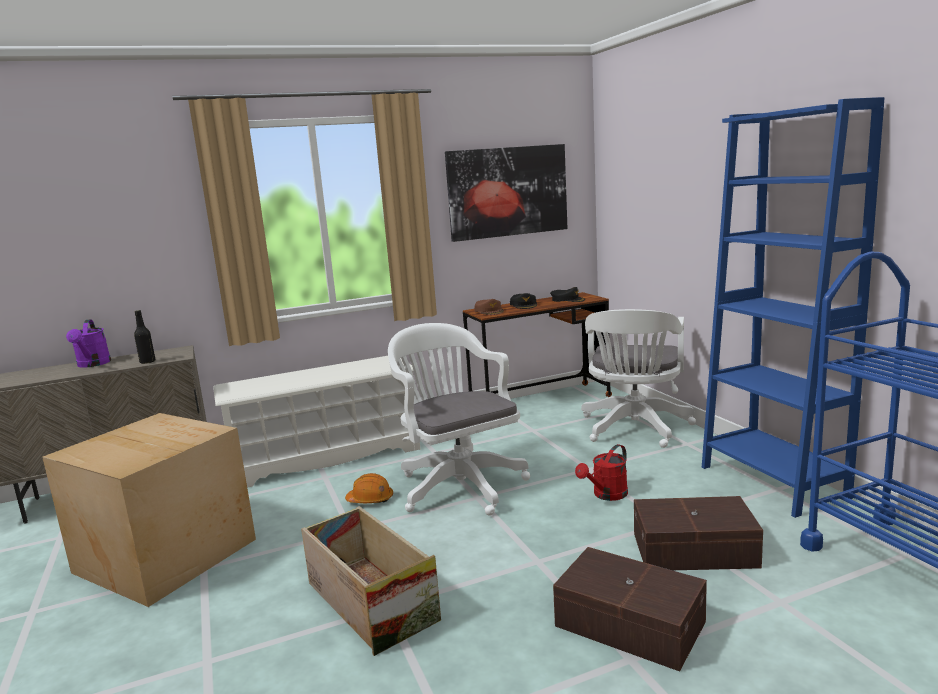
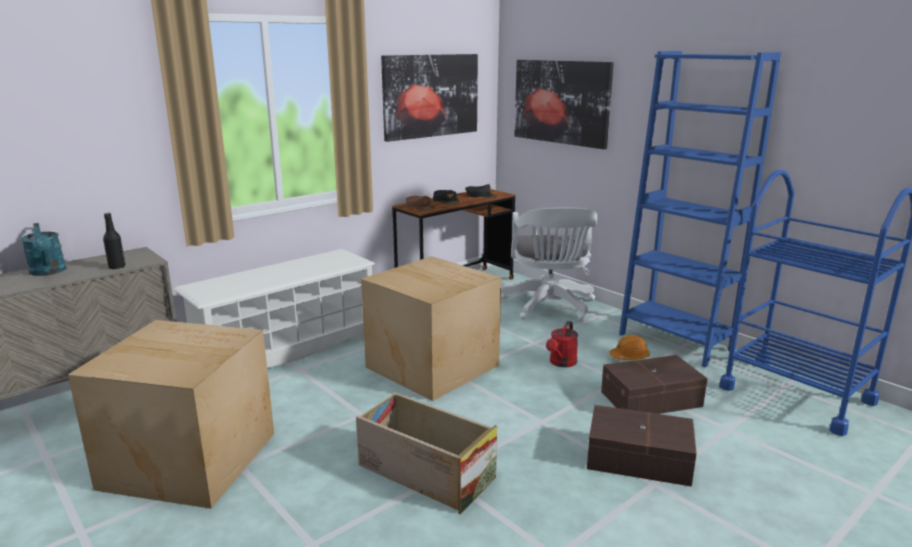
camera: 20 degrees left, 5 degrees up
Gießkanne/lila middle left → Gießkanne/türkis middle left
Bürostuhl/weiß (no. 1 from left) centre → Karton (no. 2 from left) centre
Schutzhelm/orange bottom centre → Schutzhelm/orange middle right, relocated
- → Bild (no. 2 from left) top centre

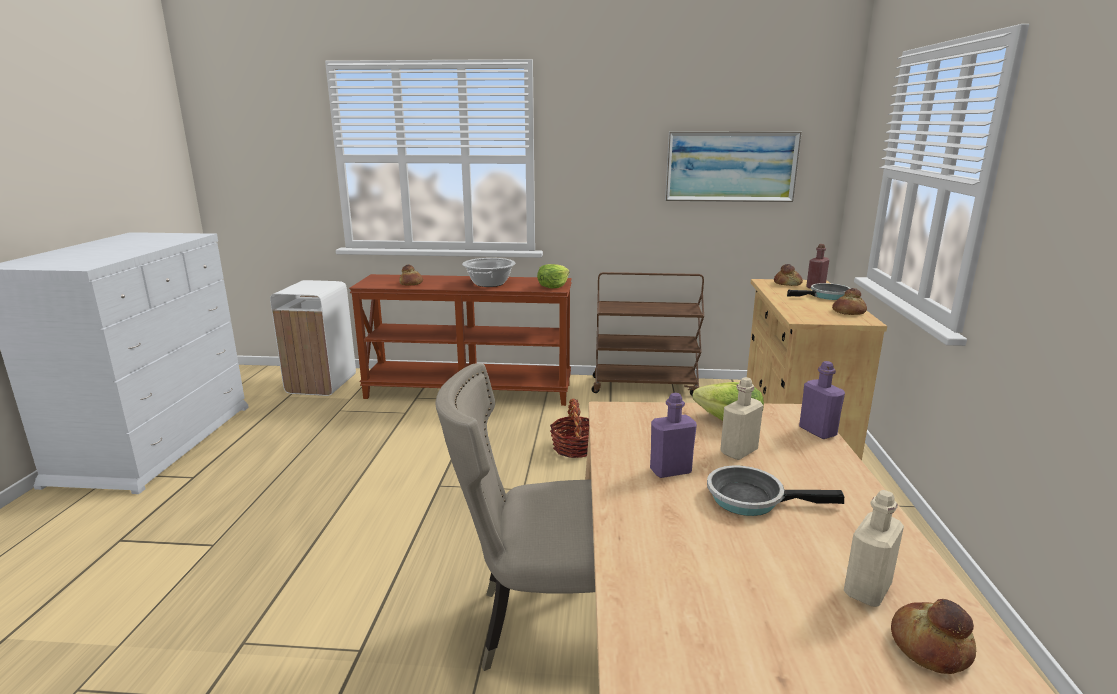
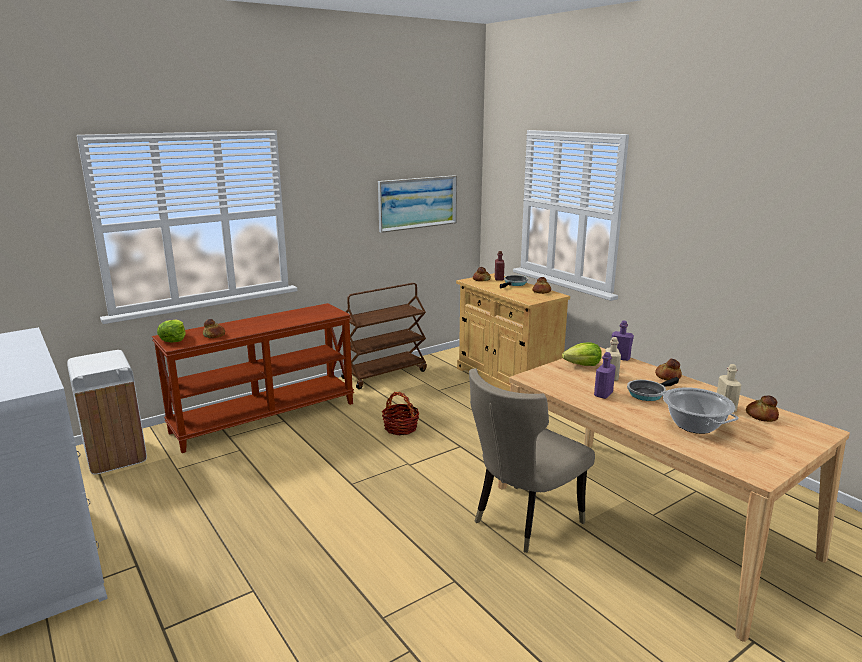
camera: 40 degrees left, 0 degrees up
Kochtopf centre → Kochtopf middle right, relocated
Salatkopf (no. 1 from left) centre → Salatkopf (no. 1 from left) middle left, relocated
- → Brot (no. 4 from left) middle right

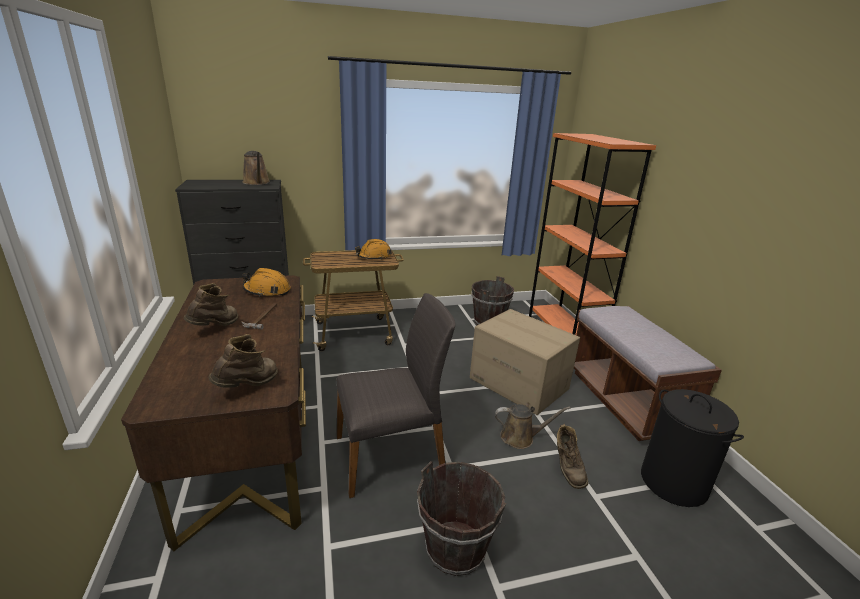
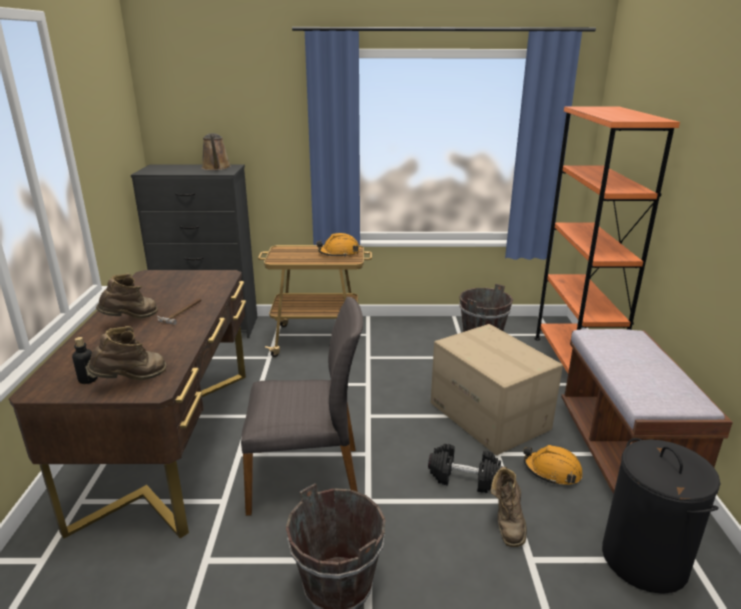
camera: 15 degrees right, 0 degrees up
Schutzhelm/orange (no. 1 from left in the first image) middle left → Schutzhelm/orange (no. 2 from left) bottom right, relocated
Gießkanne/braun (no. 2 from left) bottom centre → Hantel/schwarz bottom centre
- → Flasche middle left

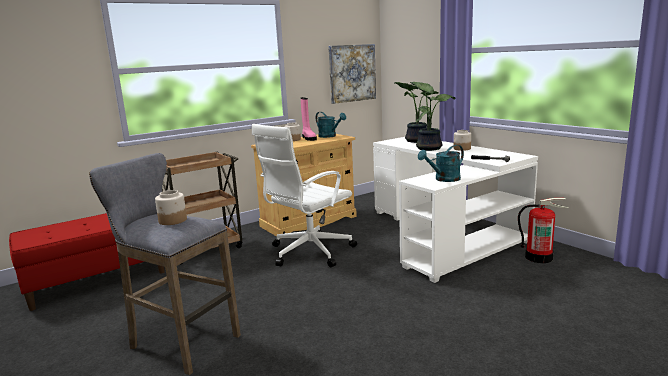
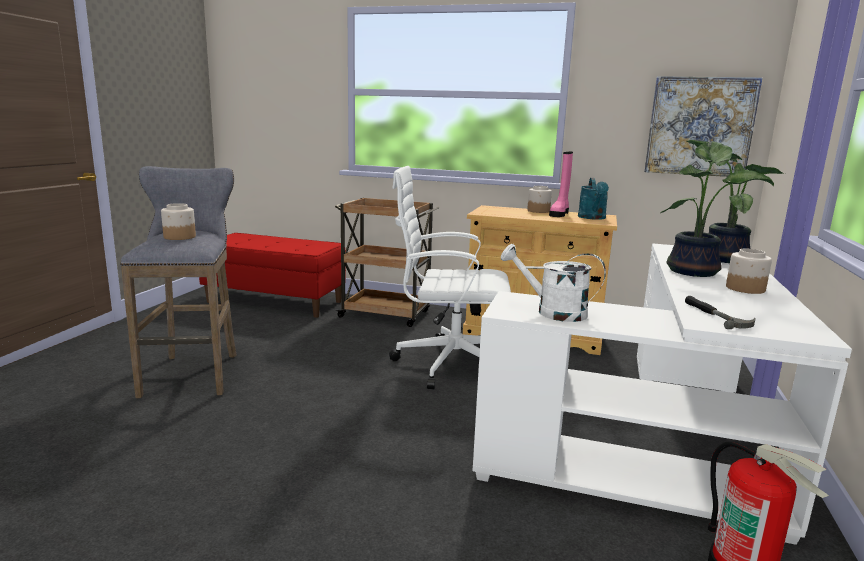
camera: 50 degrees right, 0 degrees up
Gießkanne/türkis (no. 2 from left) centre → Gießkanne/weiß centre

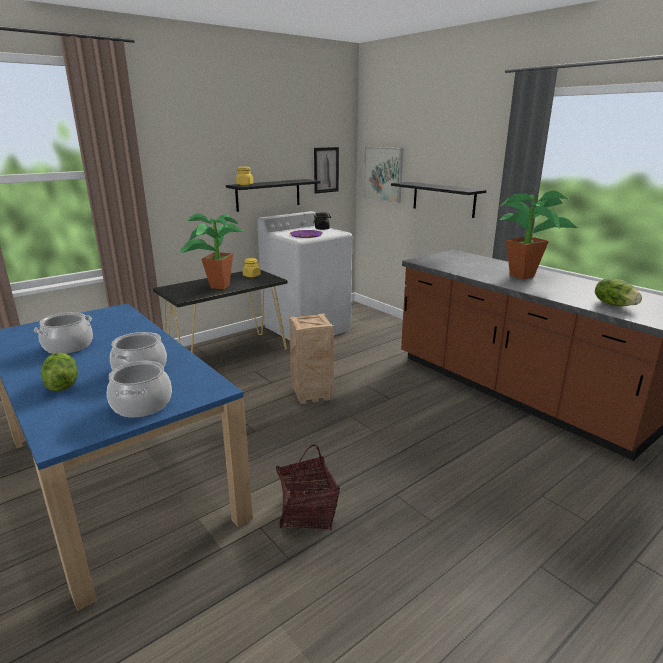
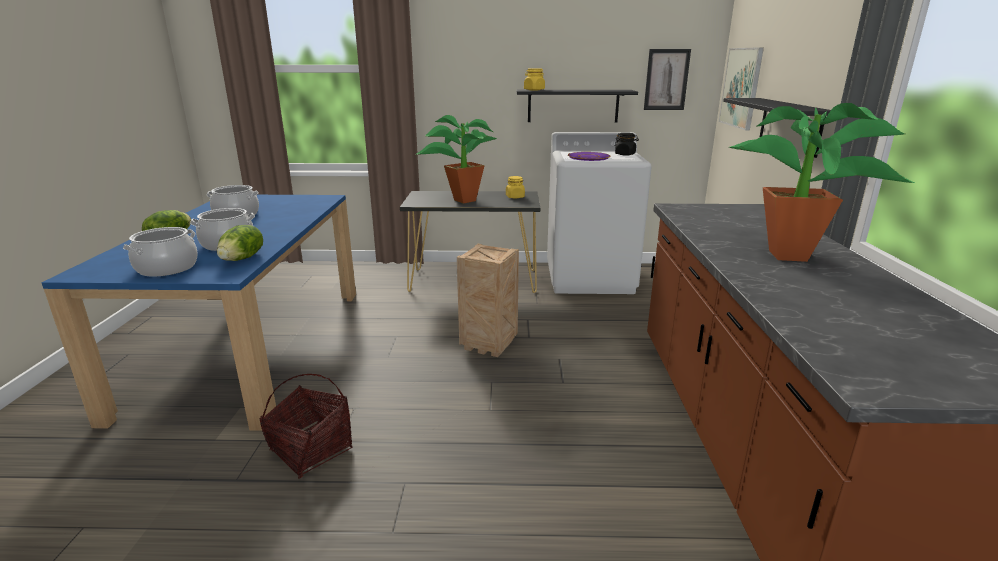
camera: 40 degrees right, 0 degrees up
Salatkopf (no. 2 from left) middle right → Salatkopf (no. 2 from left) middle left, relocated

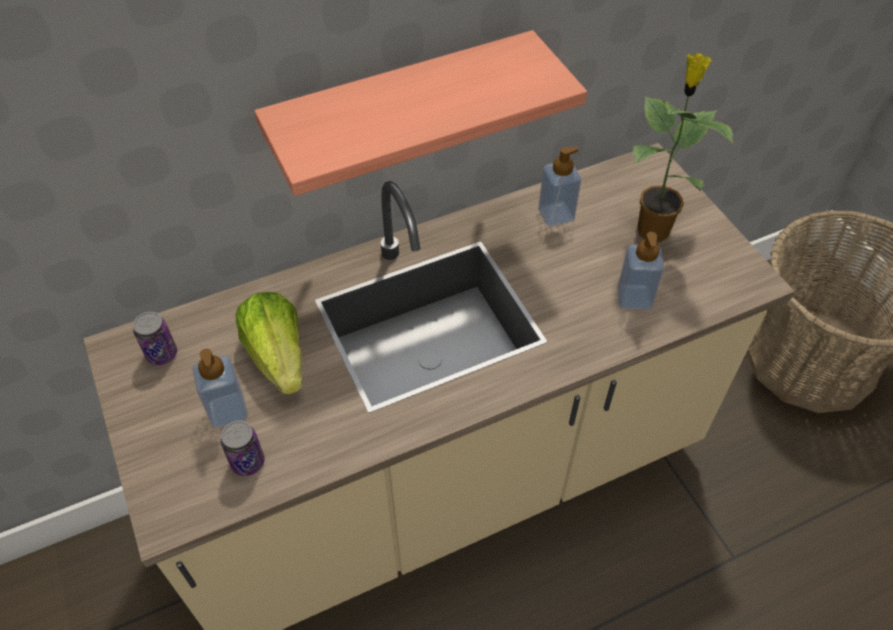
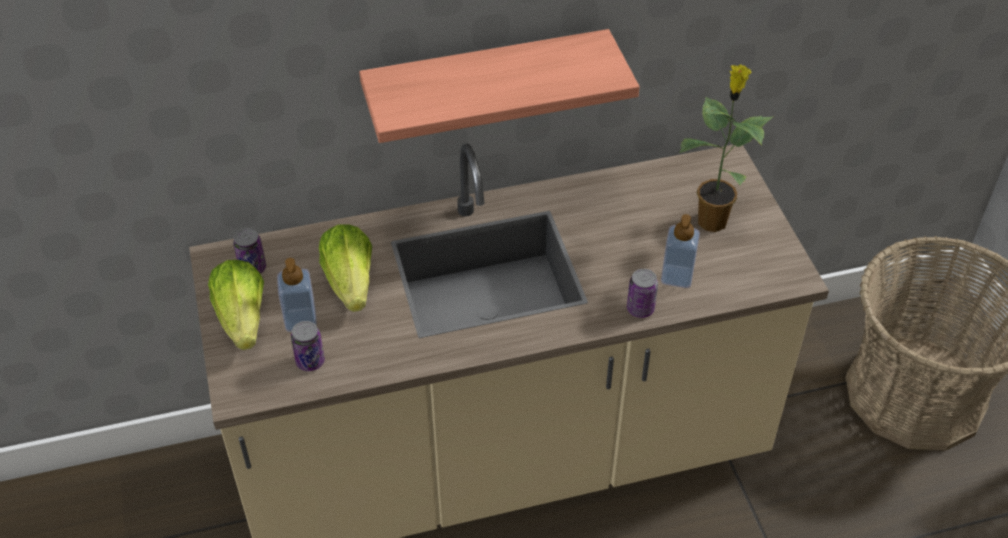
camera: 10 degrees right, 5 degrees down
Seifenspender (no. 2 from left) top centre → -
- → Salatkopf (no. 1 from left) middle left
- → Dose (no. 3 from left) centre

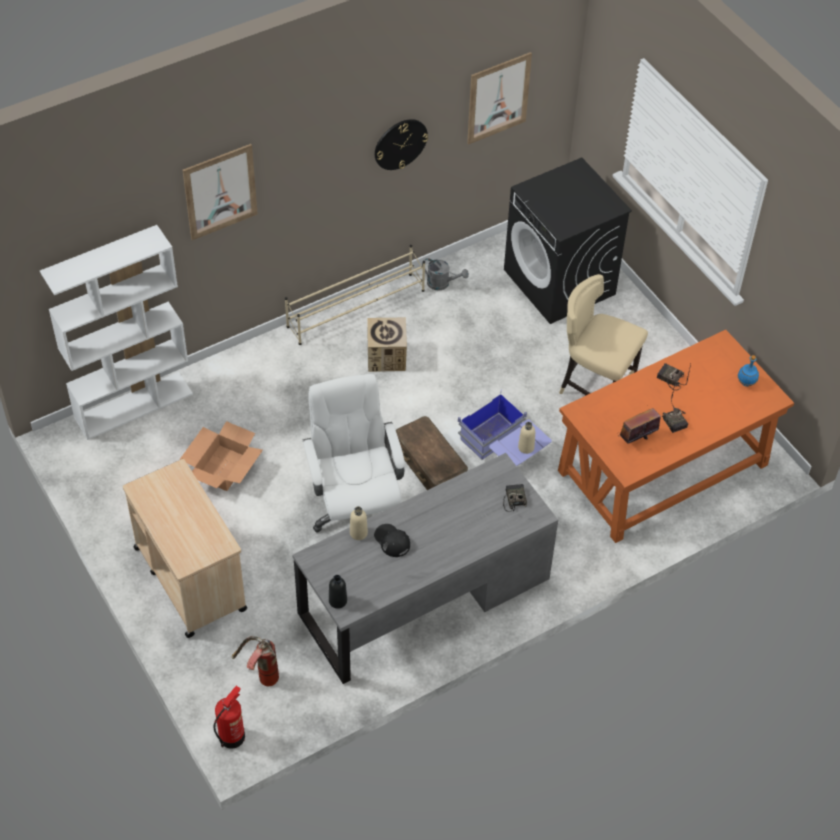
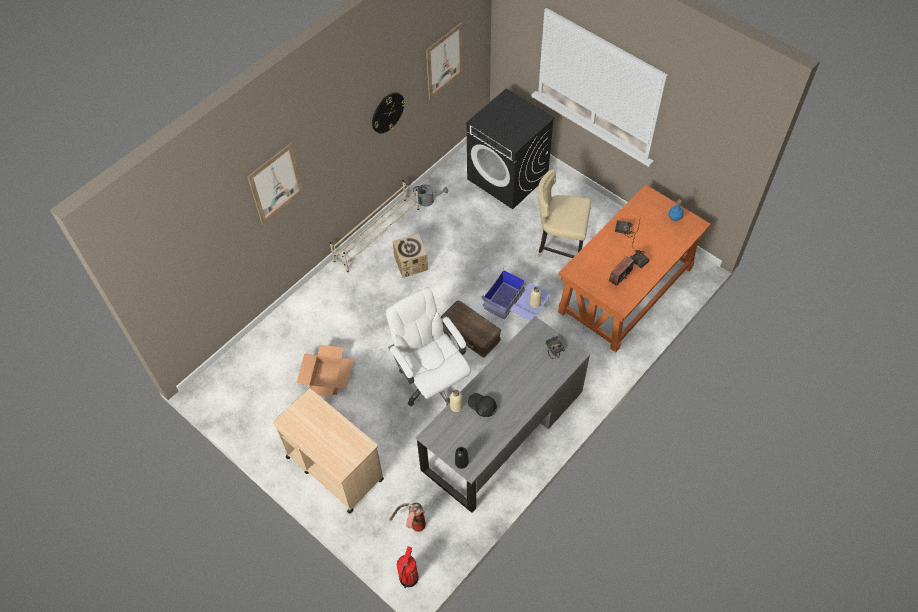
camera: 15 degrees left, 5 degrees up
Bücherregal/weiß middle left → -

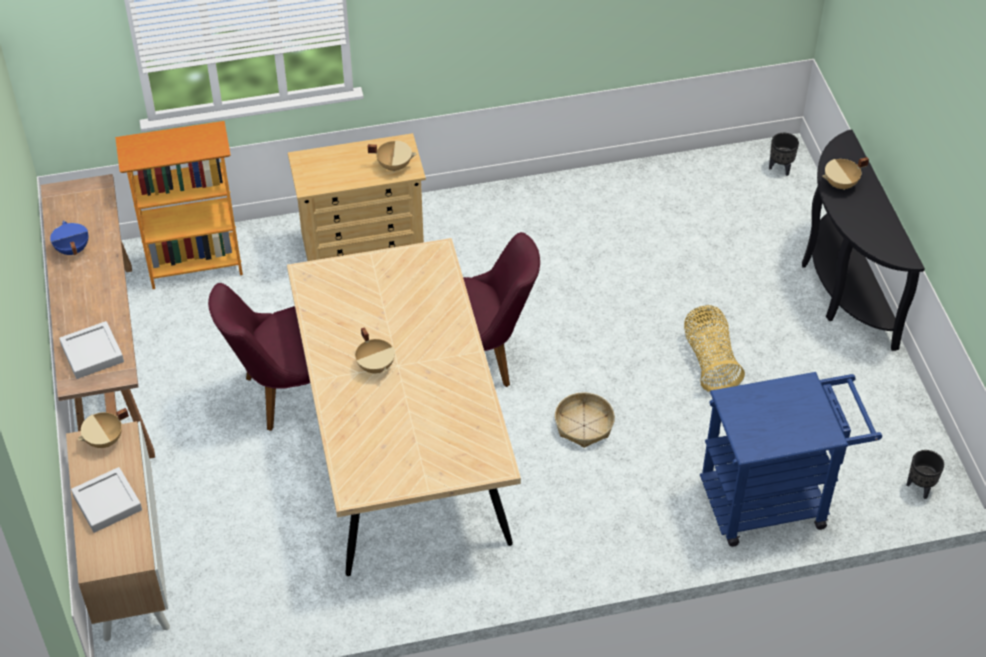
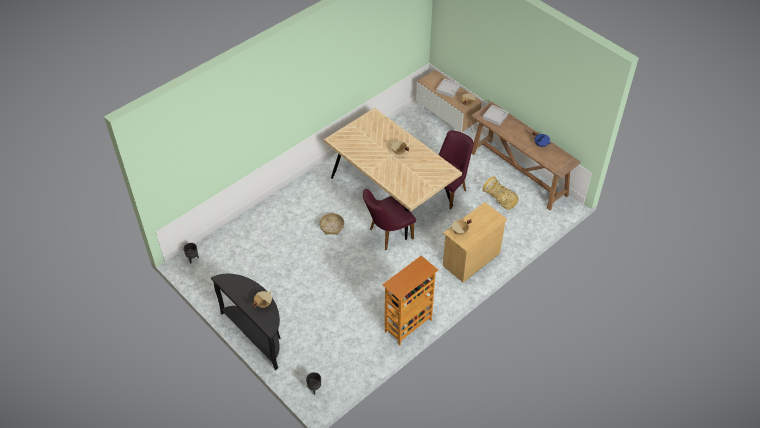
camera: 150 degrees right, 0 degrees up
Bücherregal top left → Bücherregal bottom centre, relocated
Korb (no. 2 from left) middle right → Korb (no. 2 from left) centre, relocated
Rollwagen/blau bottom right → -

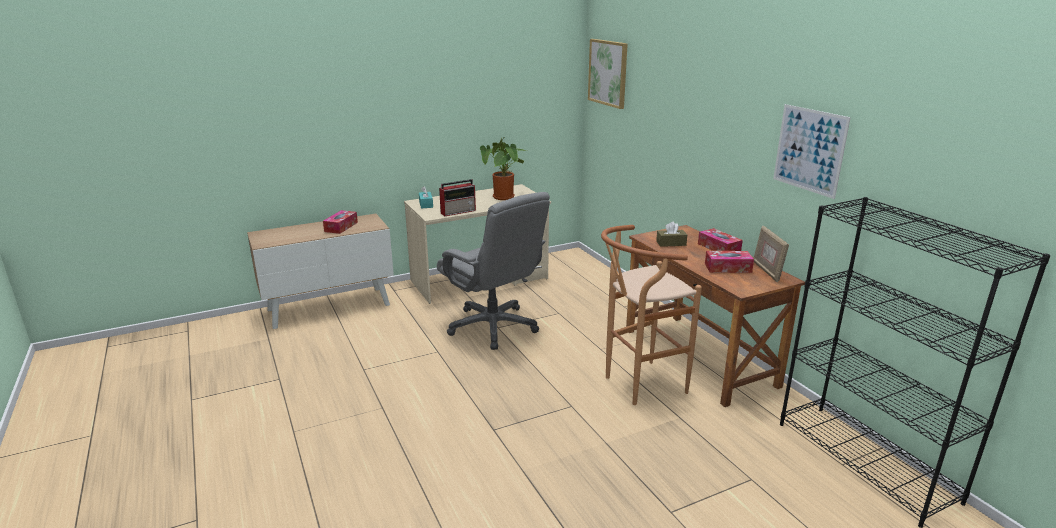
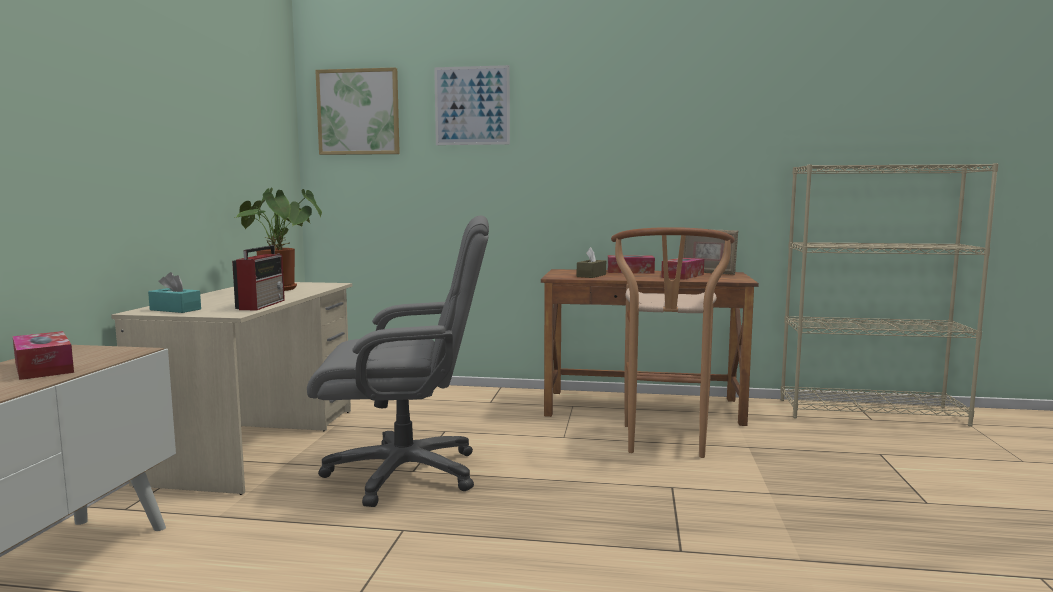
camera: 55 degrees left, 15 degrees down
Bild (no. 2 from left) top right → Bild (no. 2 from left) top centre, relocated
Bücherregal/schwarz bottom right → Bücherregal/beige middle right

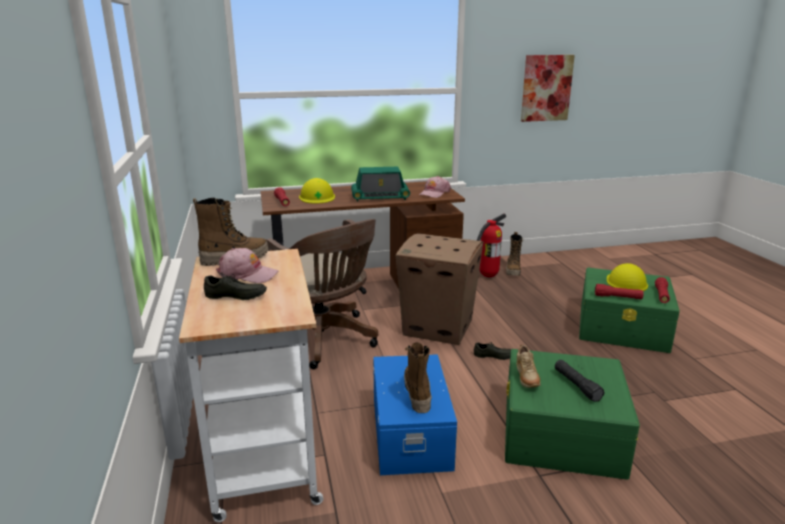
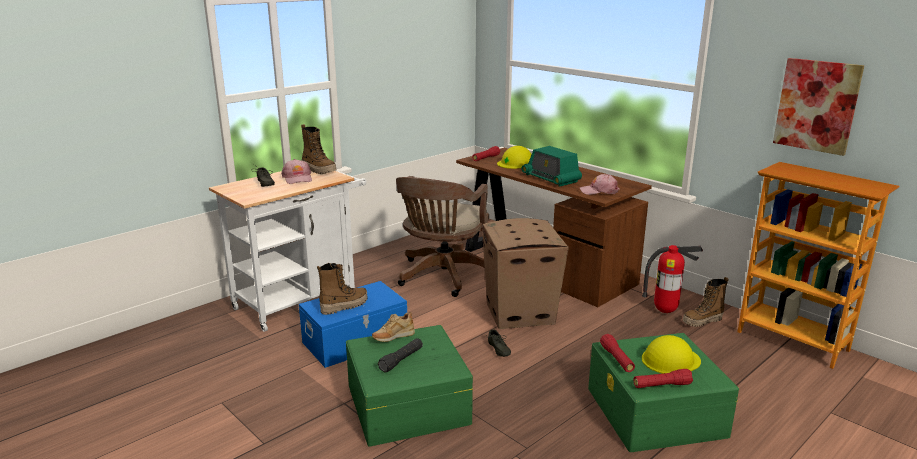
camera: 60 degrees right, 0 degrees up
- → Bücherregal middle right

